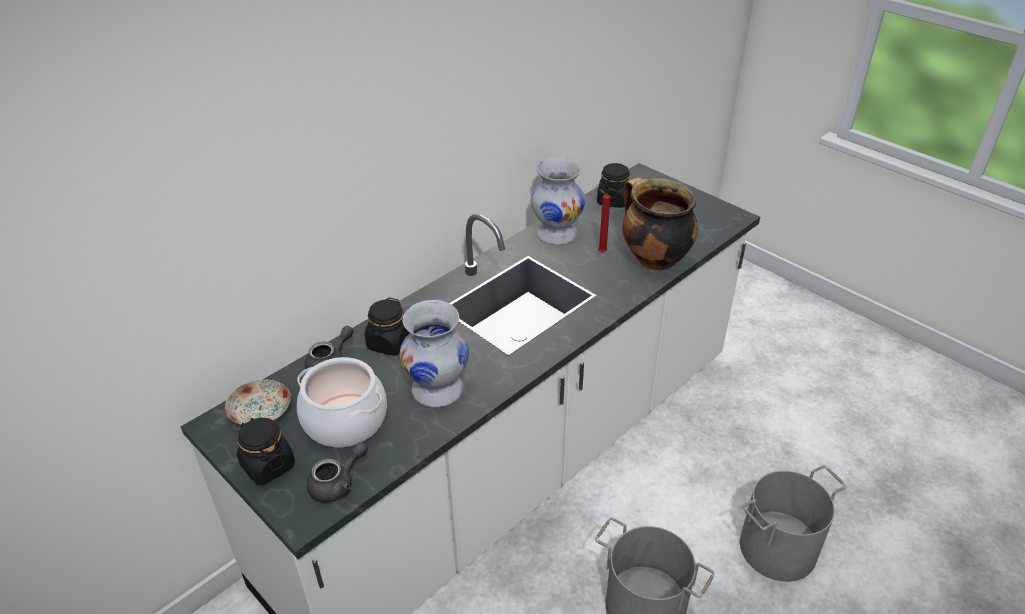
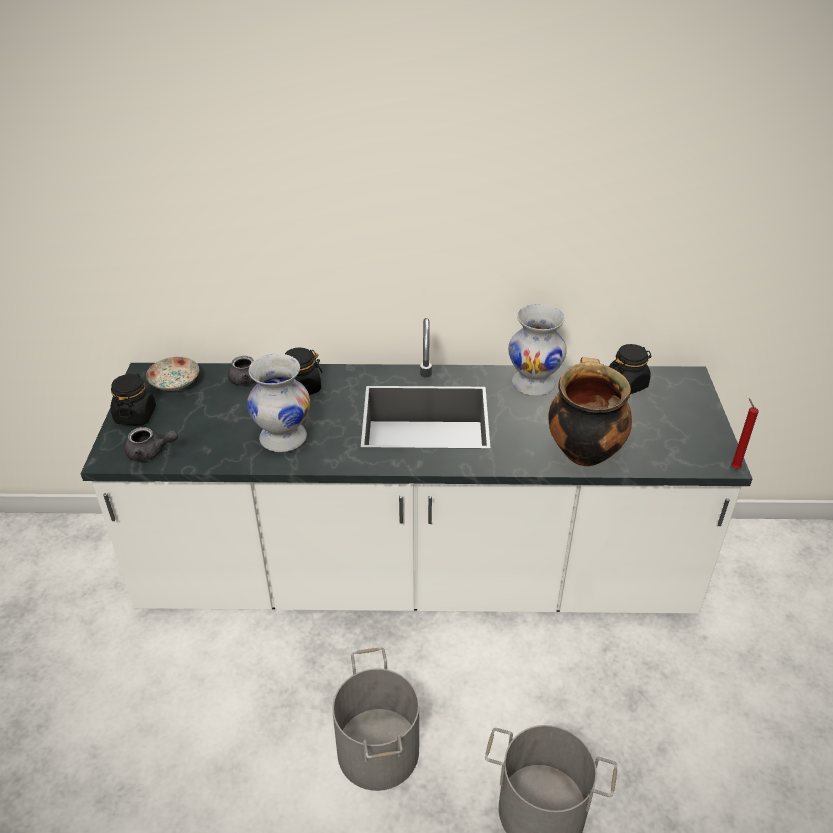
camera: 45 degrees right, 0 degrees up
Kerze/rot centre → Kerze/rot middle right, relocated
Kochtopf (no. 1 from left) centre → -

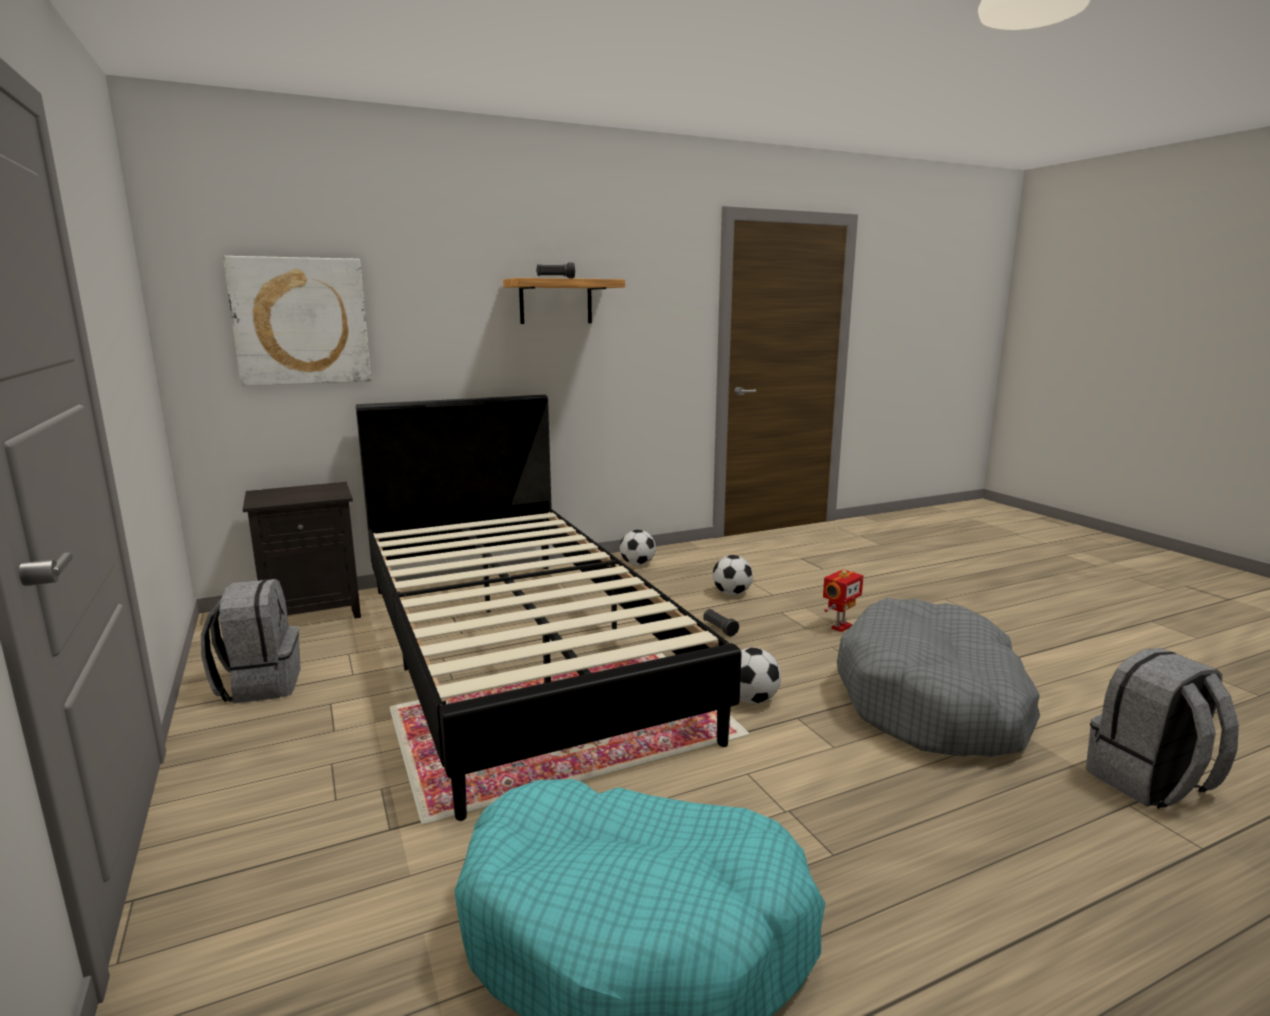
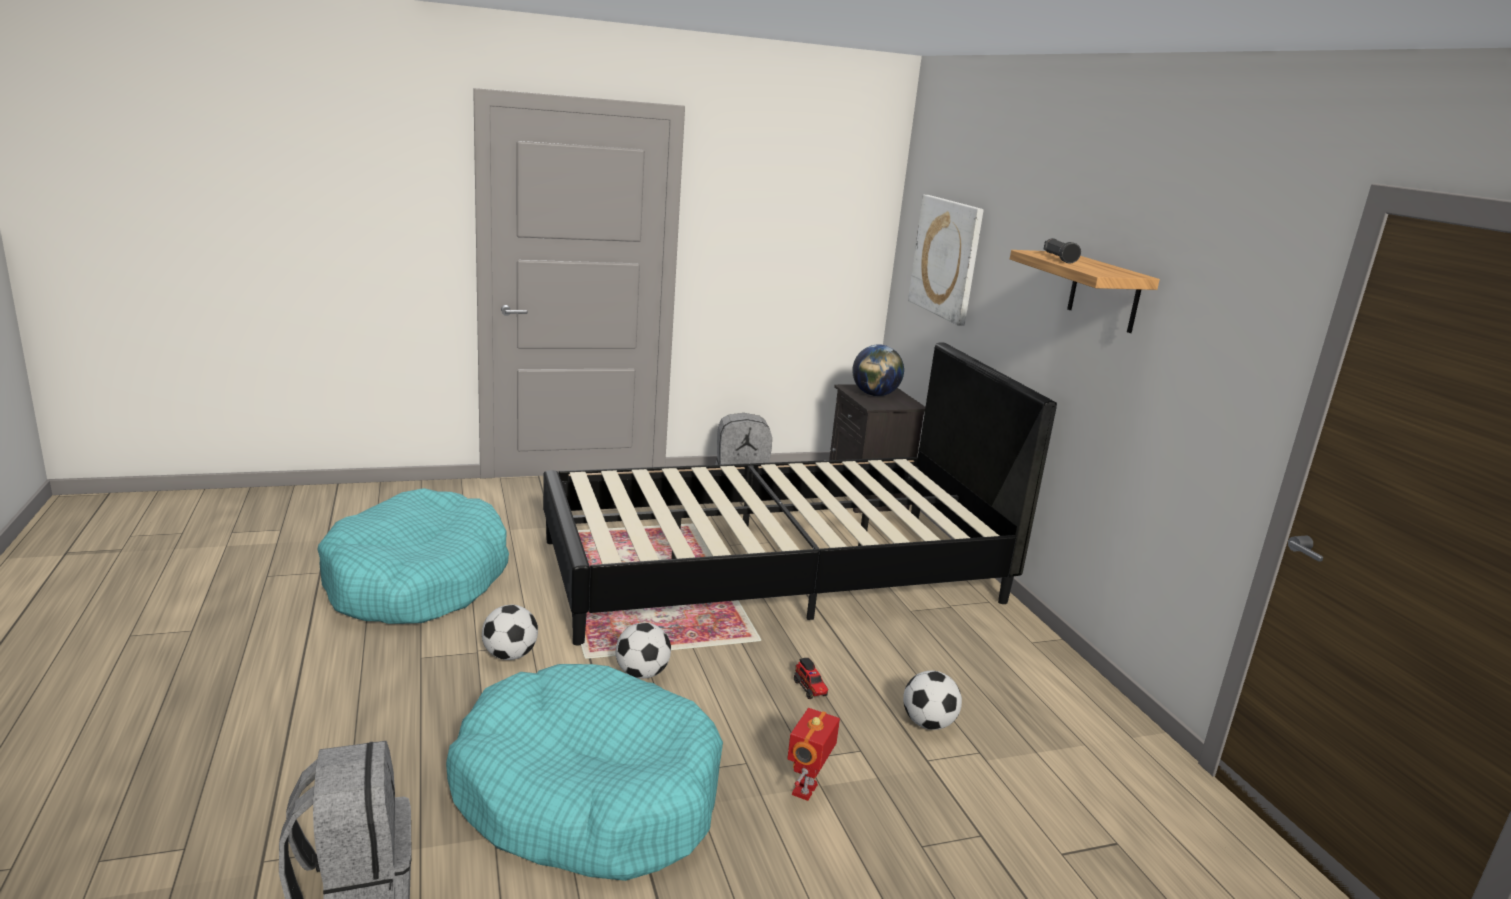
camera: 95 degrees right, 5 degrees up
Fußball (no. 1 from left) centre → Fußball (no. 1 from left) bottom centre, relocated
Spielzeugroboter centre → Spielzeugroboter bottom centre, 60 degrees clockwise
Hundebett/grau middle right → Hundebett/türkis (no. 2 from left) bottom centre
Taschenlampe/schwarz (no. 2 from left) centre → Spielzeuglaster bottom centre
- → Globus centre

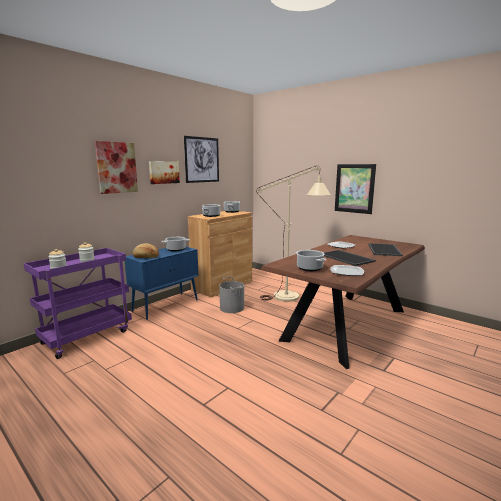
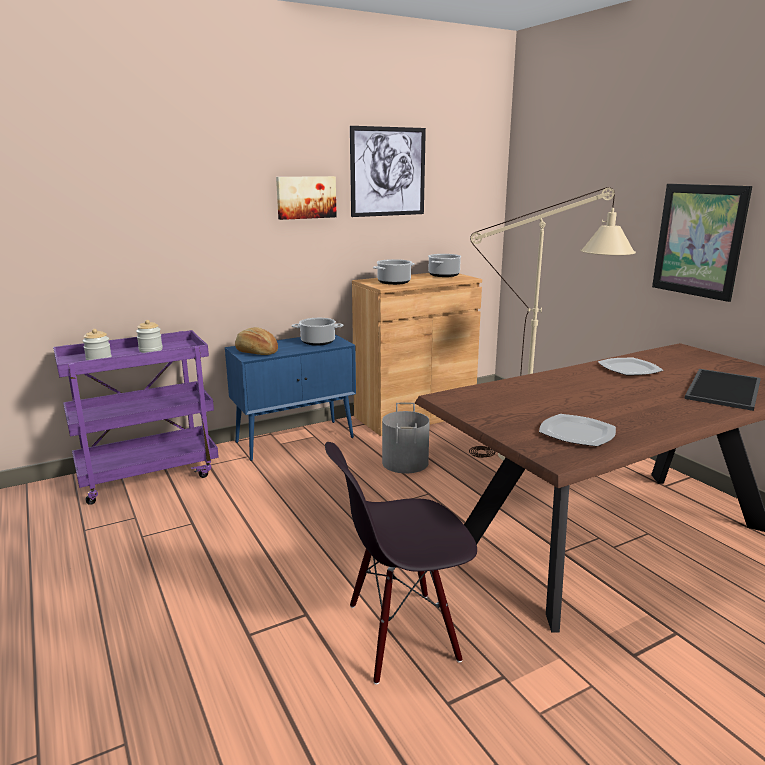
camera: 20 degrees right, 5 degrees up
Bild (no. 1 from left) middle left → -
Kochtopf (no. 4 from left) centre → -
Tablett (no. 1 from left) middle right → -
- → Stuhl/schwarz bottom centre

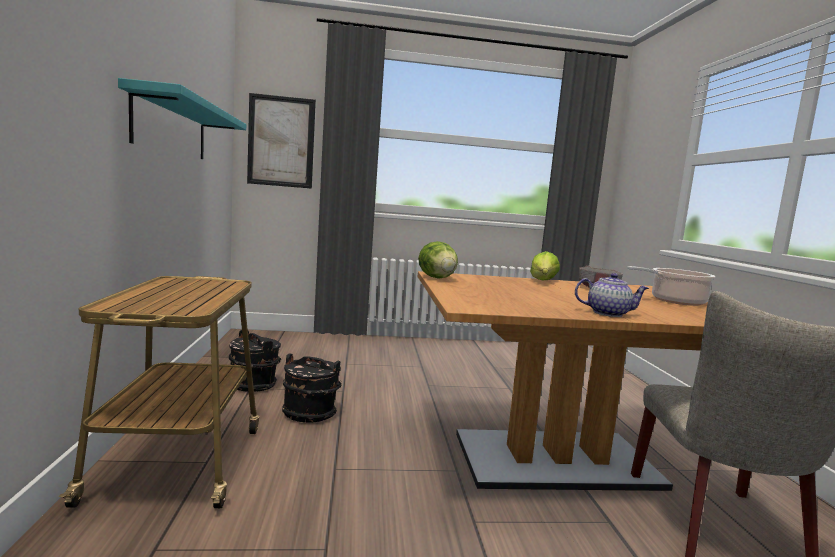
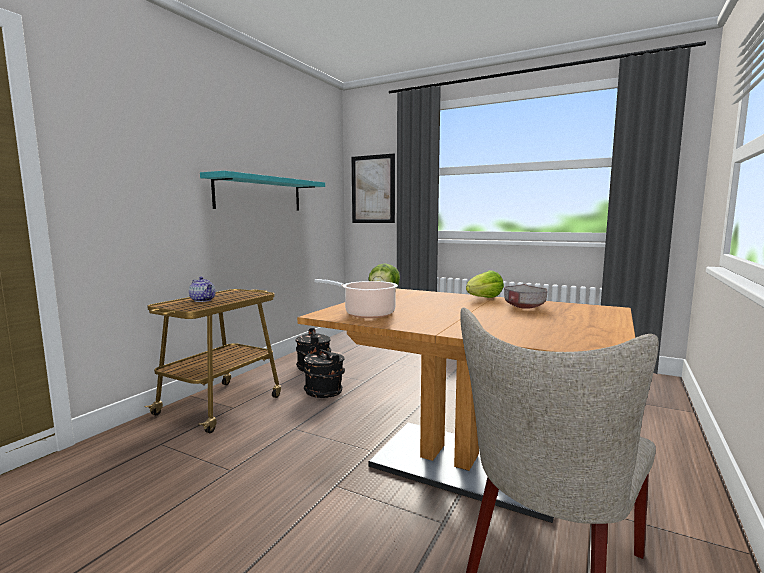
camera: 35 degrees right, 0 degrees up
Kochtopf middle right → Kochtopf centre, relocated
Teekanne middle right → Teekanne middle left, relocated

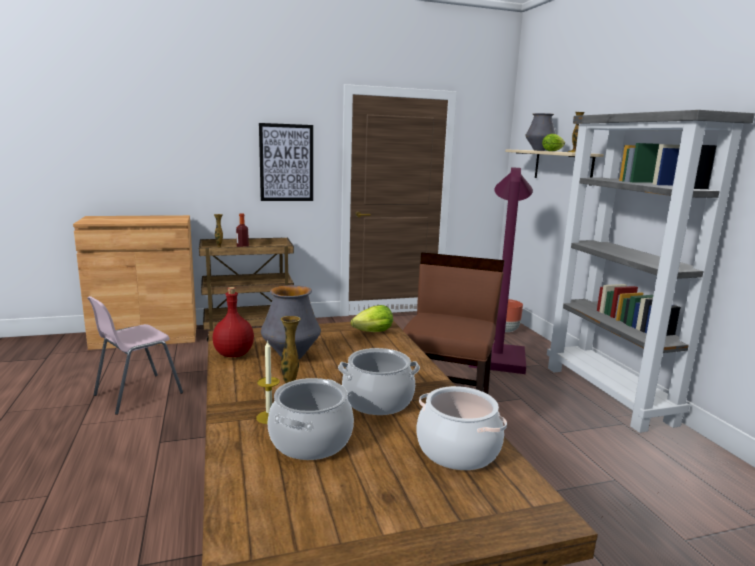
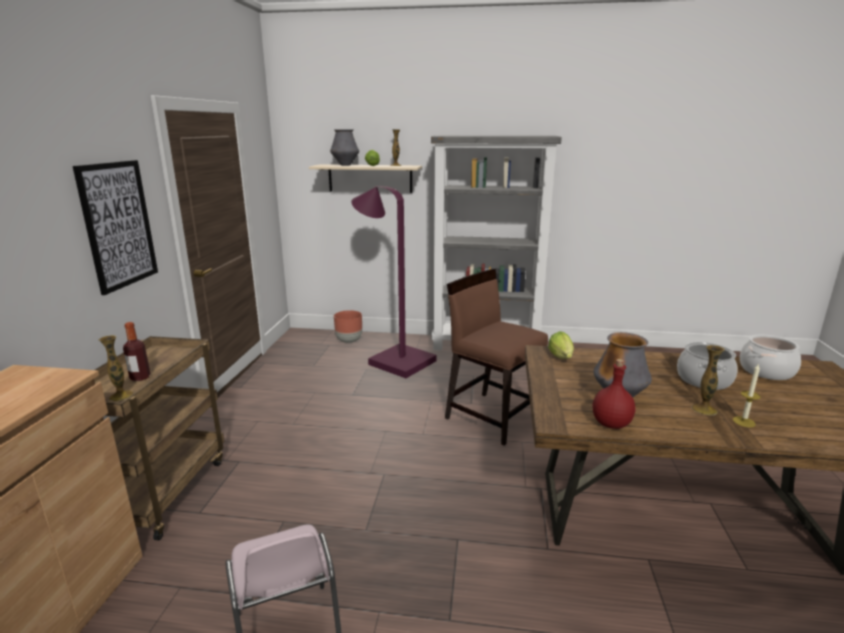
camera: 65 degrees left, 5 degrees up
Kochtopf (no. 1 from left) bottom centre → -

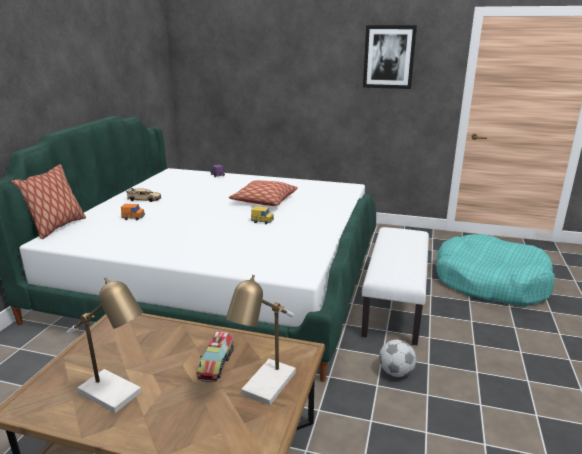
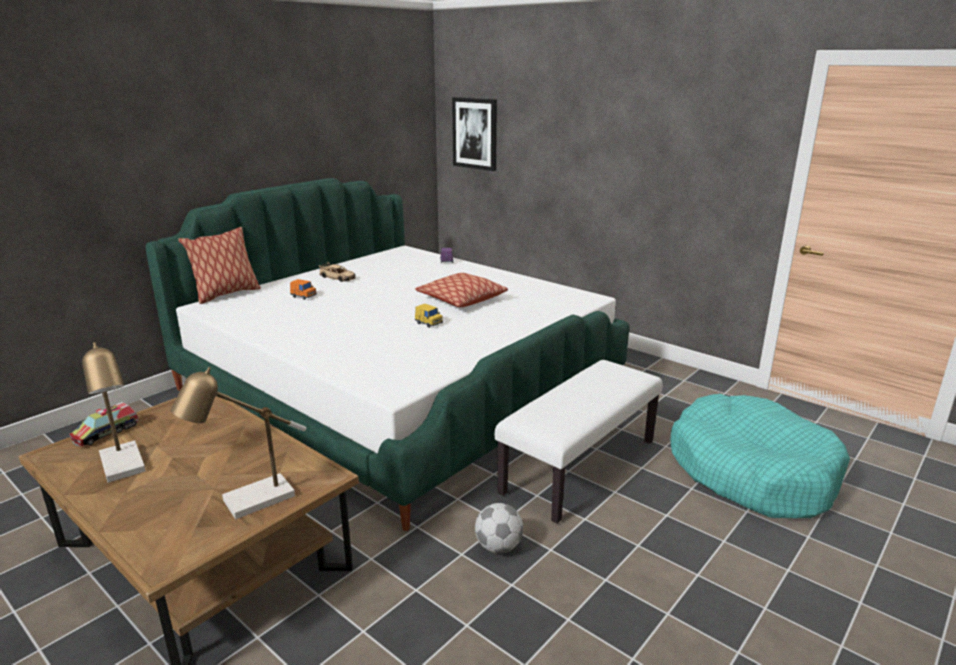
camera: 25 degrees right, 0 degrees up
Bild top right → Bild top centre, relocated
Spielzeuglaster bottom centre → Spielzeuglaster middle left, relocated

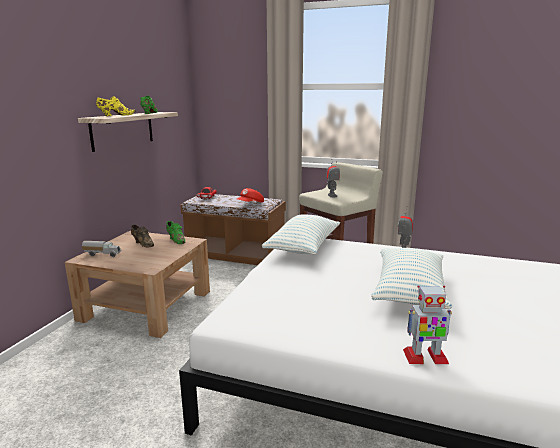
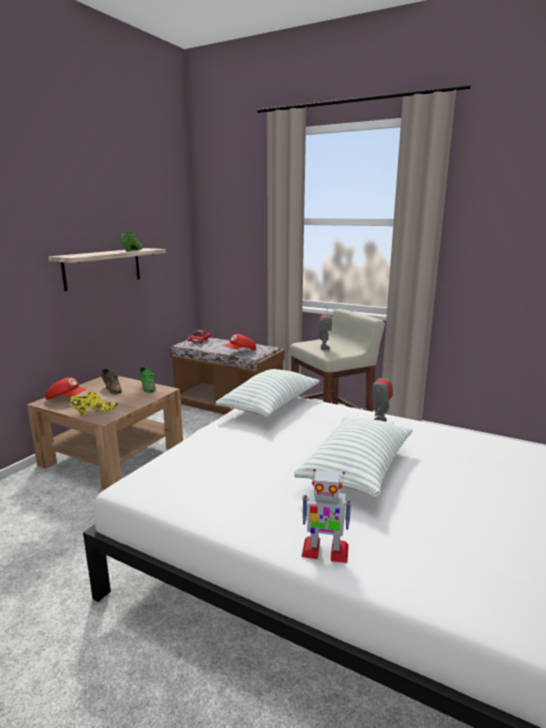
camera: 10 degrees right, 0 degrees up
Schuh/gelb top left → Schuh/gelb middle left, relocated
Spielzeuglaster middle left → Kappe/rot (no. 1 from left) middle left

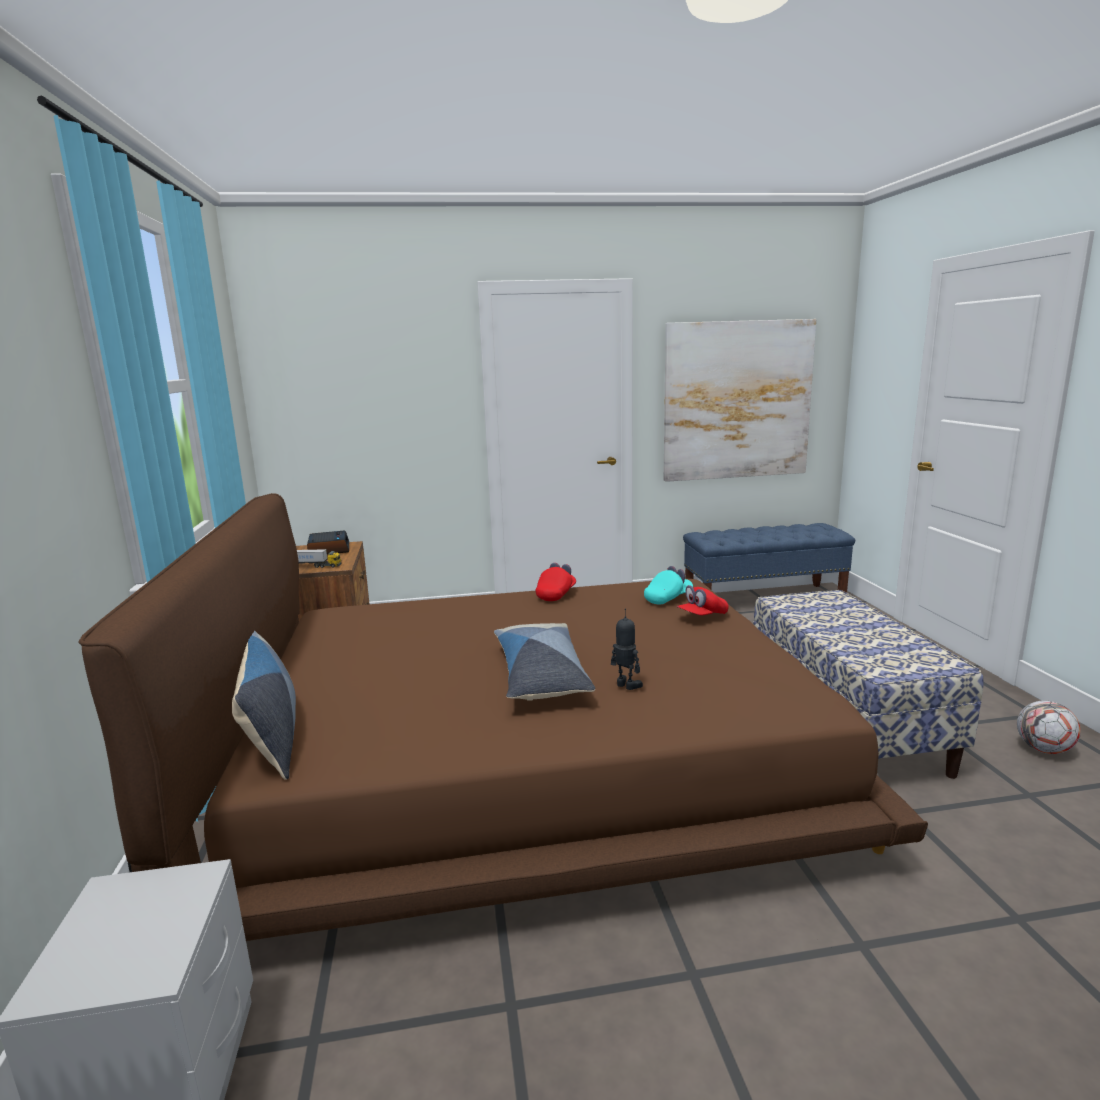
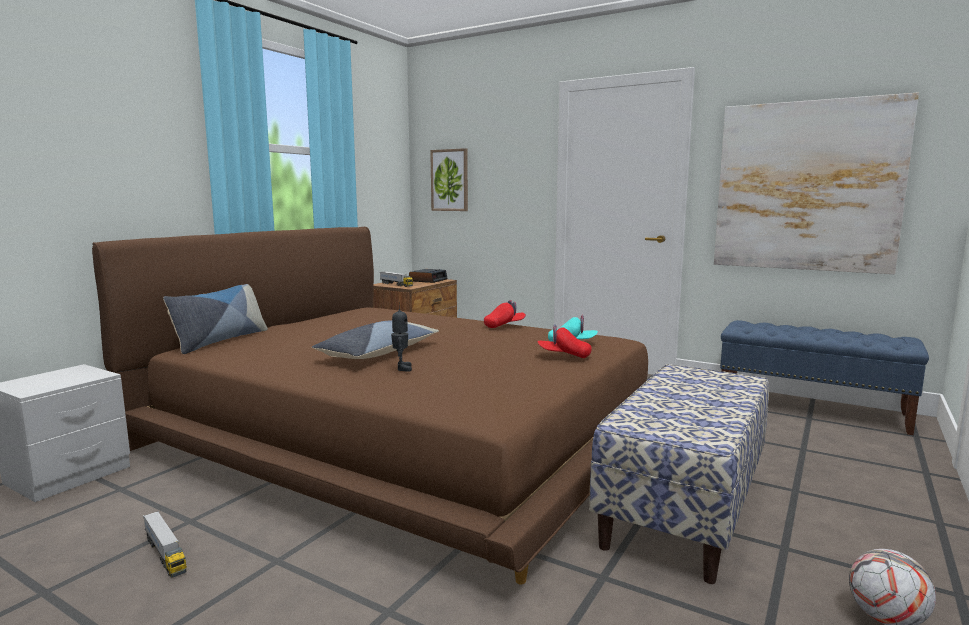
camera: 40 degrees right, 5 degrees down
- → Bild (no. 1 from left) top centre
- → Spielzeuglaster (no. 1 from left) bottom left

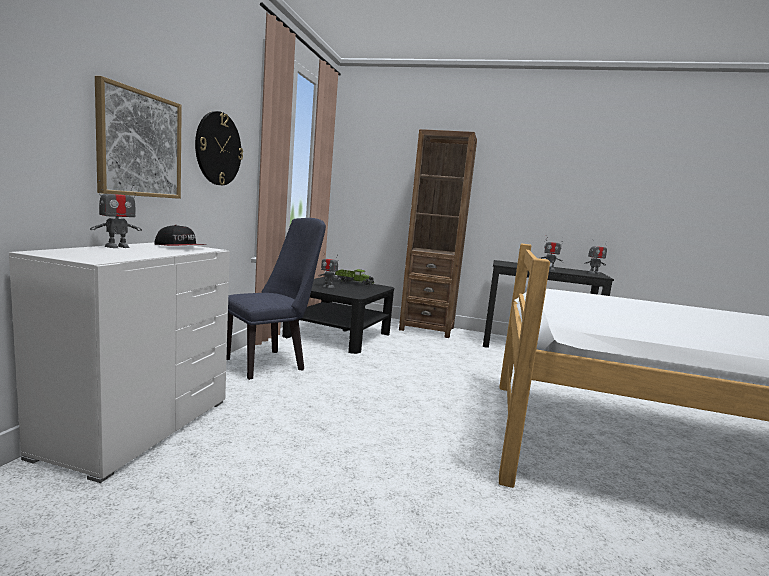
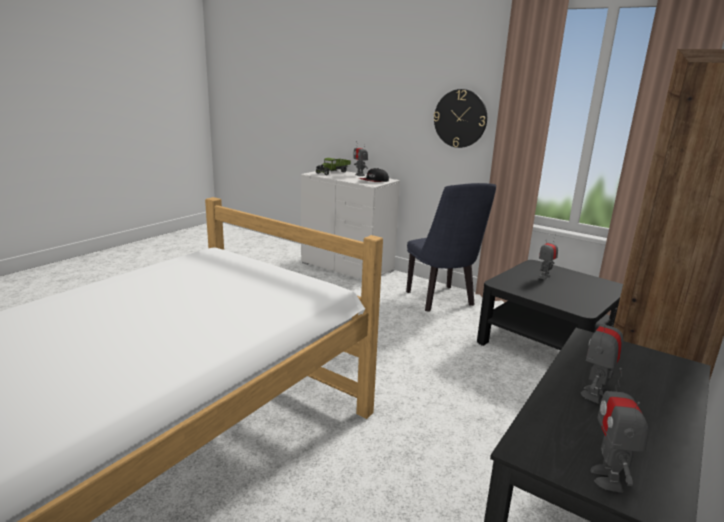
camera: 110 degrees right, 10 degrees up
Bild top left → -
Spielzeuglaster centre → Spielzeuglaster top centre, relocated

